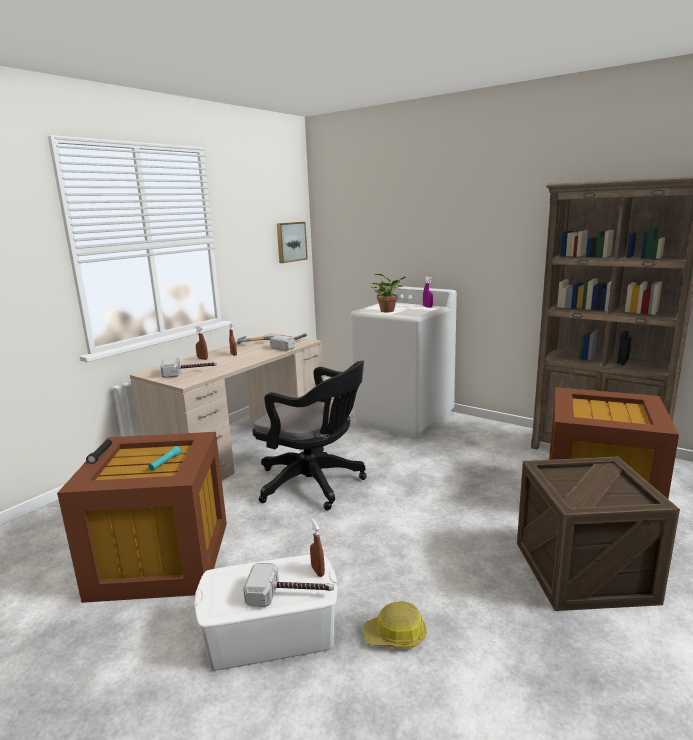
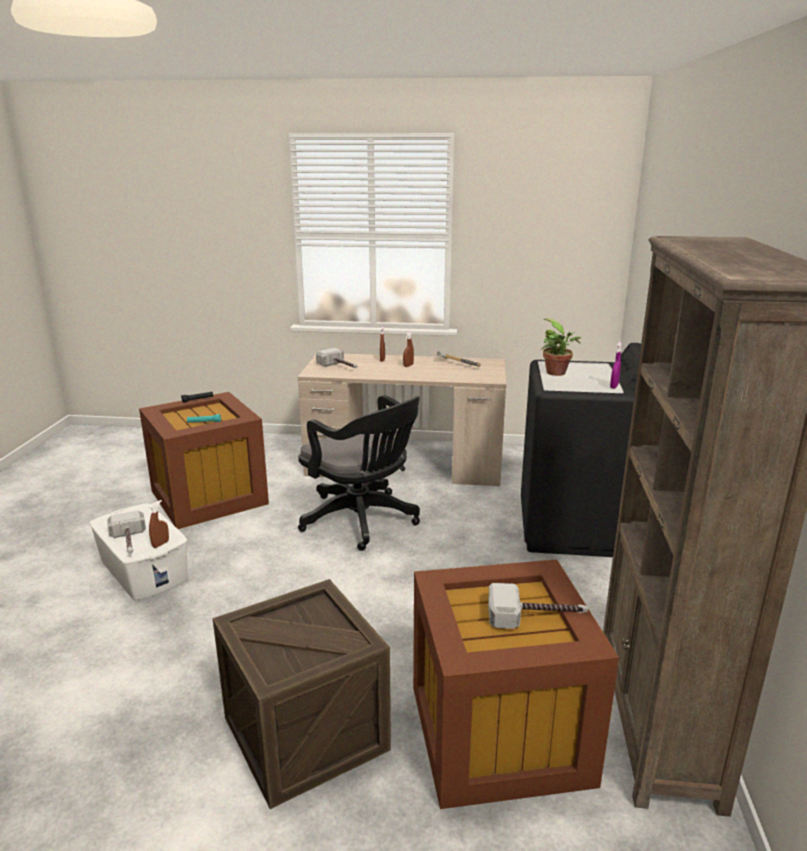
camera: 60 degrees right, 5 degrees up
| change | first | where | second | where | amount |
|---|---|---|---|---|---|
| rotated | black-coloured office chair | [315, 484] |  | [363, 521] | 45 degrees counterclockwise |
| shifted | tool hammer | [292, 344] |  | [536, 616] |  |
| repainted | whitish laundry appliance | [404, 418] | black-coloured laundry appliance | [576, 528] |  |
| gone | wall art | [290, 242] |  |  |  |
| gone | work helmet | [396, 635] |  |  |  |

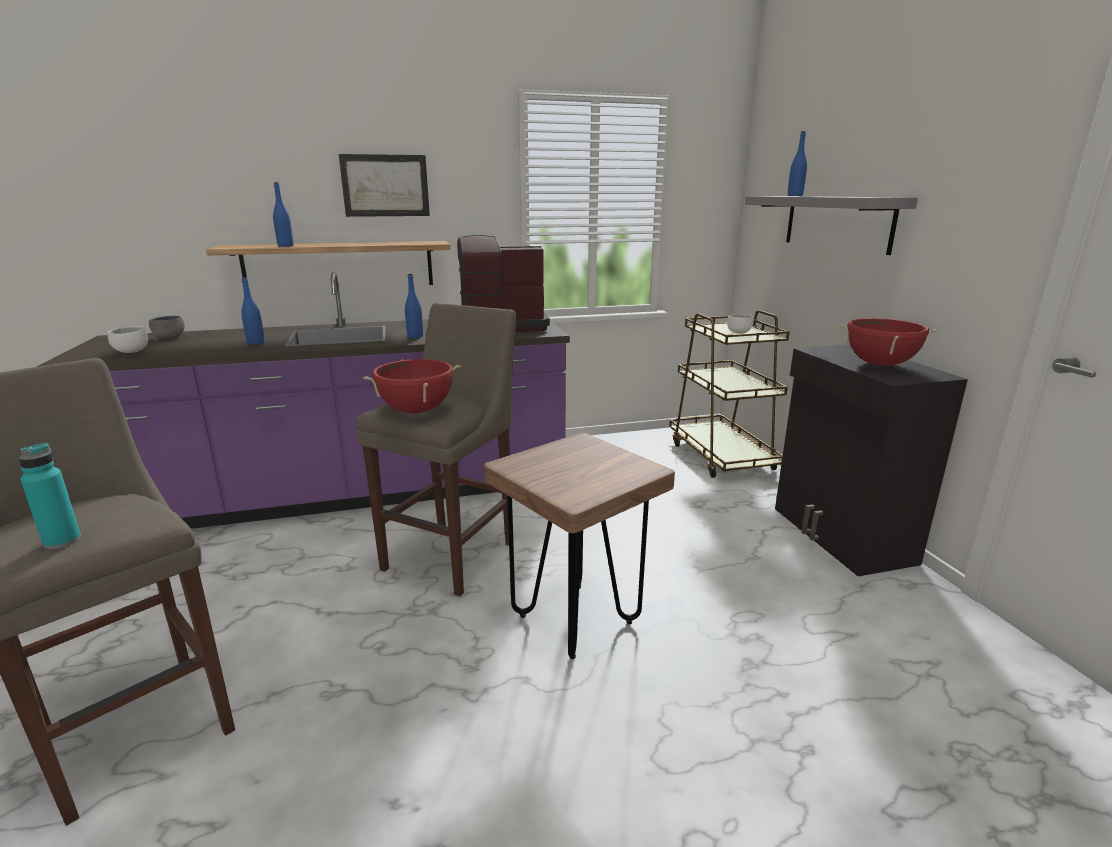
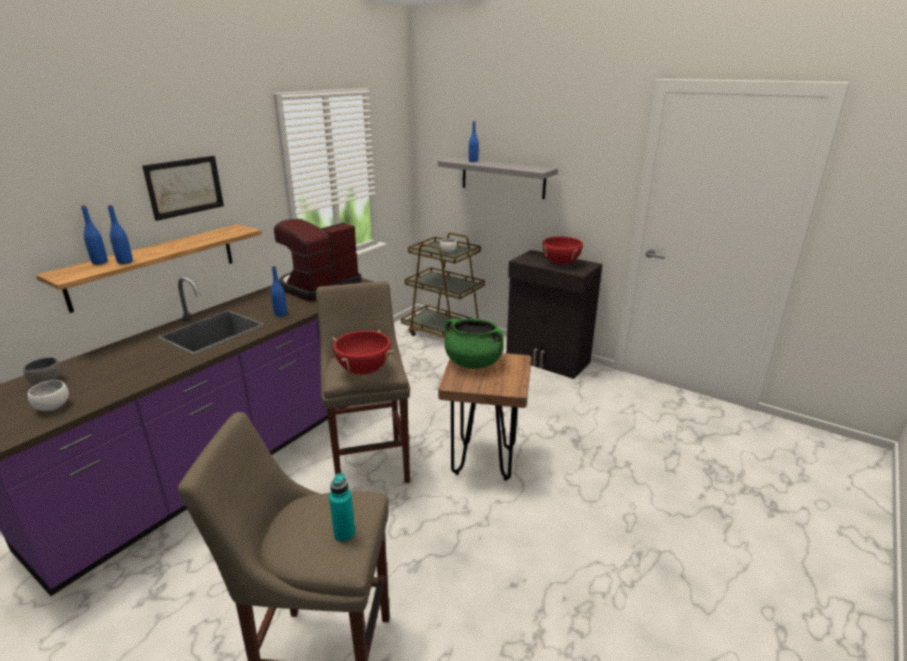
camera: 40 degrees left, 5 degrees up
| change | first | where | second | where | amount |
|---|---|---|---|---|---|
| shifted | blue beverage bottle | [256, 343] |  | [100, 262] |  |
| new |  |  | green-coloured saucepot | [473, 363] |  |

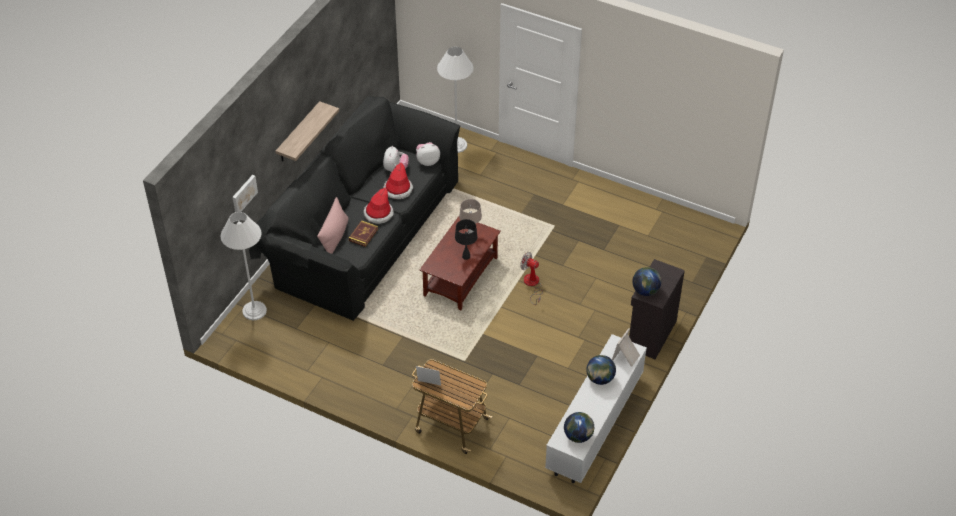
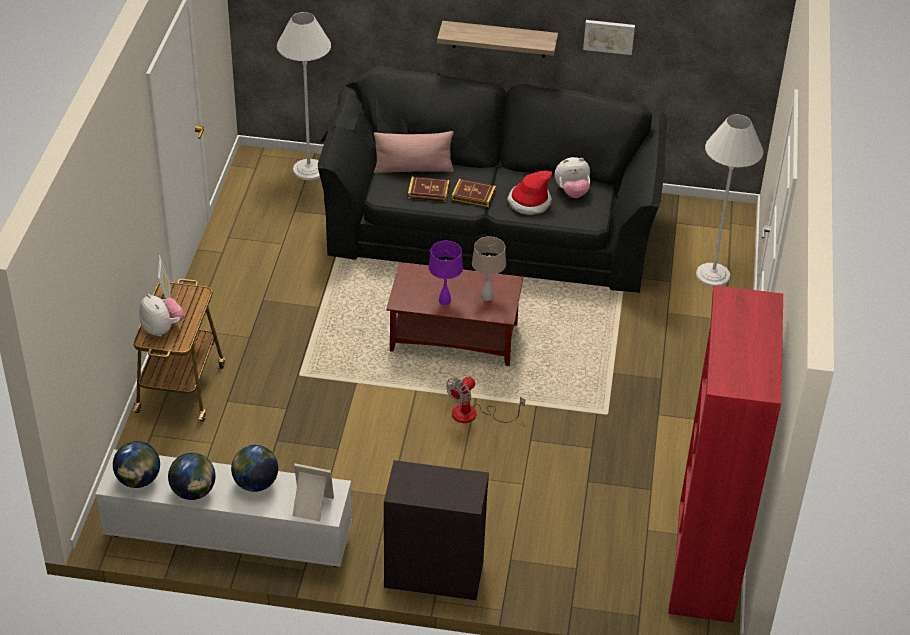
camera: 70 degrees right, 5 degrees down
| change | first | where | second | where | amount |
|---|---|---|---|---|---|
| shifted | soft toy | [427, 161] |  | [162, 329] |  |
| shifted | desk globe | [645, 290] |  | [193, 492] |  |
| repainted | black-coloured table lamp | [466, 256] | purplish table lamp | [444, 301] |  |
| rotated | cooling fan | [532, 285] |  | [474, 414] | 150 degrees counterclockwise |
| swapped | clothing hat | [378, 214] | bound book | [473, 195] |  |
| shifted | wall art | [243, 194] |  | [609, 36] |  |
| new |  |  | red shelving unit | [704, 562] |  |

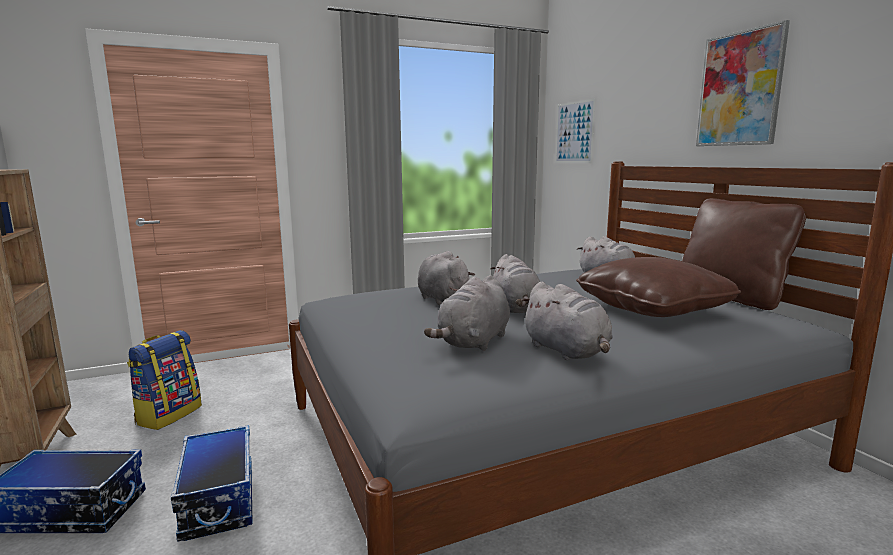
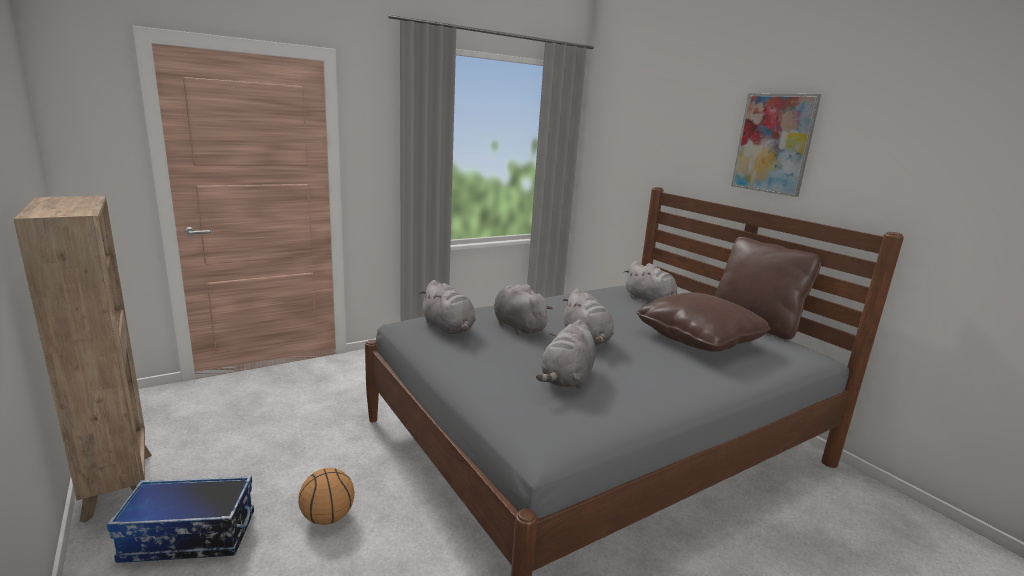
camera: 10 degrees left, 5 degrees up
| change | first | where | second | where | amount |
|---|---|---|---|---|---|
| swapped | storage bin | [217, 500] | ball for basketball | [327, 517] |  |
| shifted | gray soft toy | [567, 351] |  | [449, 328] |  |
| gone | knapsack | [169, 414] |  |  |  |
| gone | wall art | [574, 132] |  |  |  |

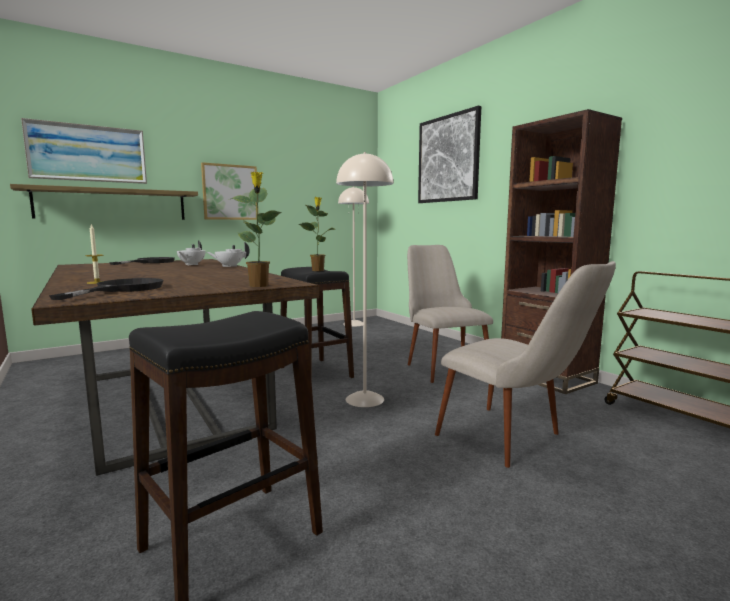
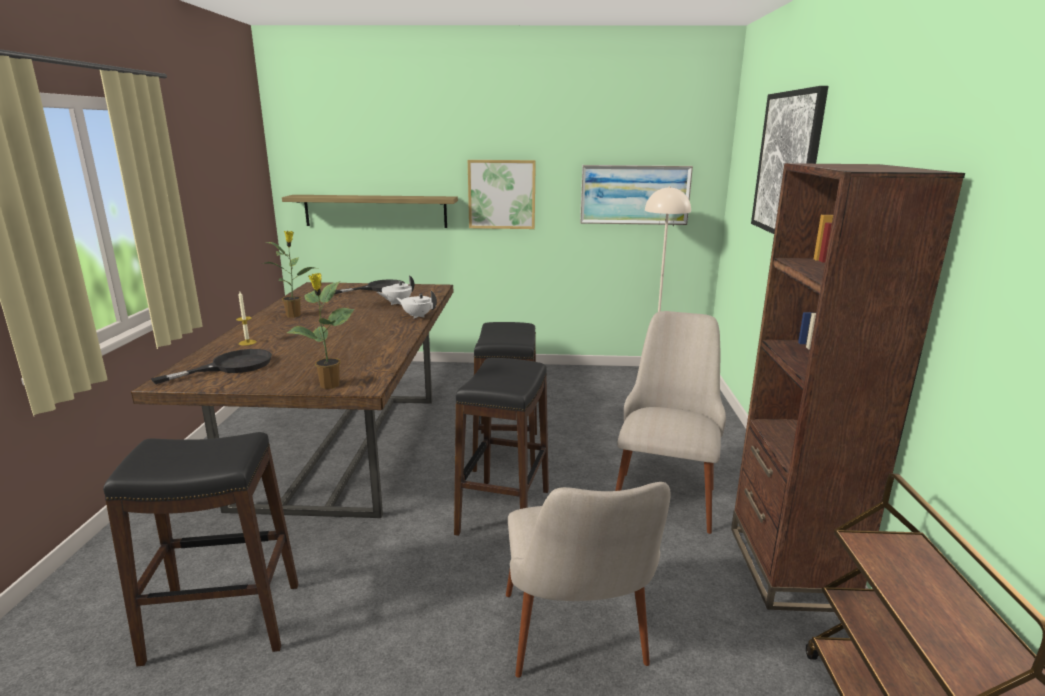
camera: 35 degrees right, 10 degrees up
| change | first | where | second | where | amount |
|---|---|---|---|---|---|
| shifted | plant in a pot | [318, 270] |  | [294, 315] |  |
| swapped | beige floor lamp | [365, 399] | black-coloured stool seat | [504, 512] |  |
| shifted | wall art | [88, 153] |  | [634, 194] |  |

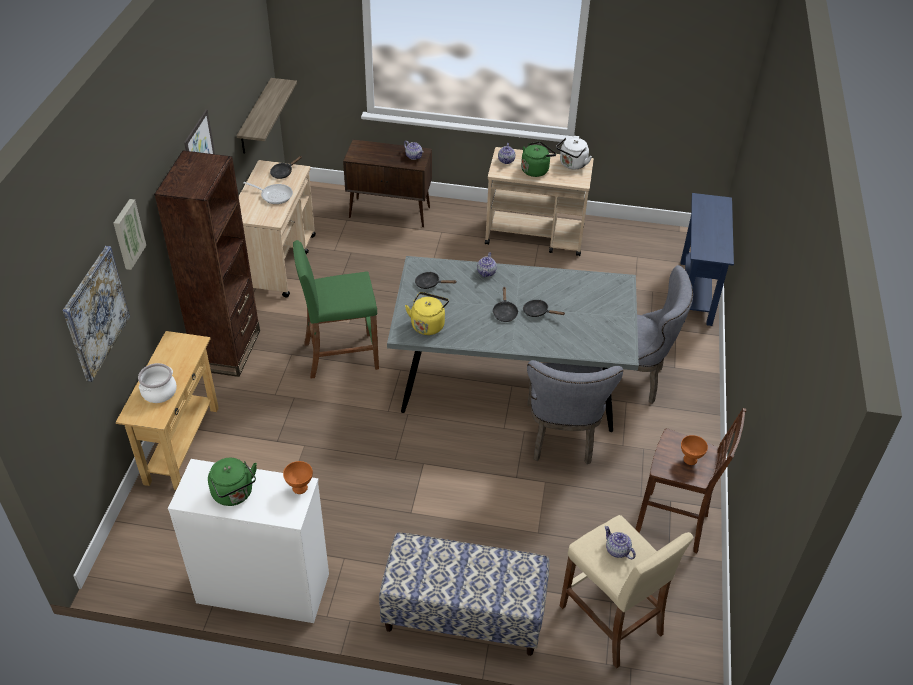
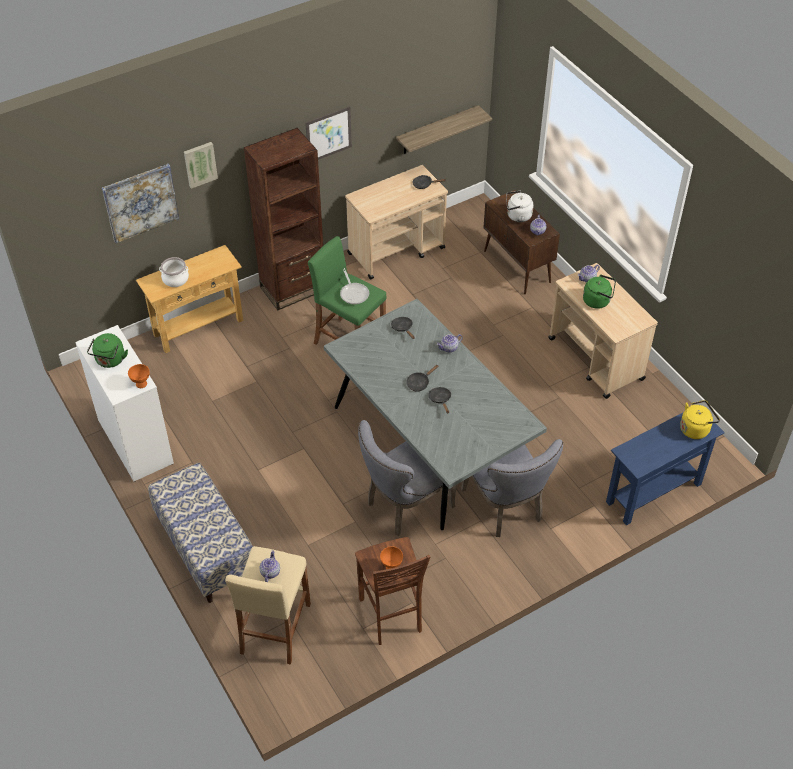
camera: 50 degrees right, 5 degrees up
| change | first | where | second | where | amount |
|---|---|---|---|---|---|
| shifted | pan | [274, 195] |  | [354, 293] |  |
| shifted | whitish water kettle | [572, 165] |  | [517, 216] |  |
| shifted | yellow-coloured water kettle | [428, 324] |  | [696, 429] |  |

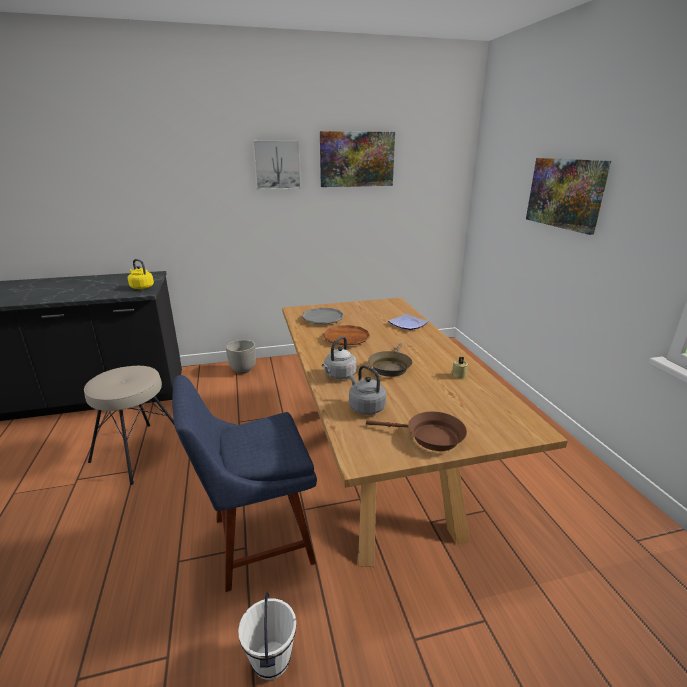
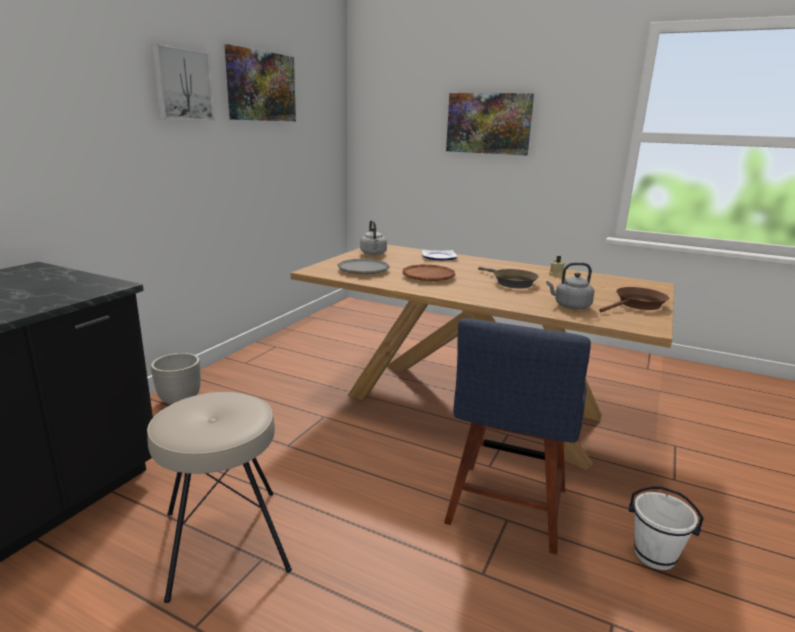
camera: 50 degrees left, 5 degrees down
| change | first | where | second | where | amount |
|---|---|---|---|---|---|
| shifted | gray water kettle | [339, 375] |  | [373, 254] |  |
| gone | yellow-coloured water kettle | [141, 287] |  |  |  |

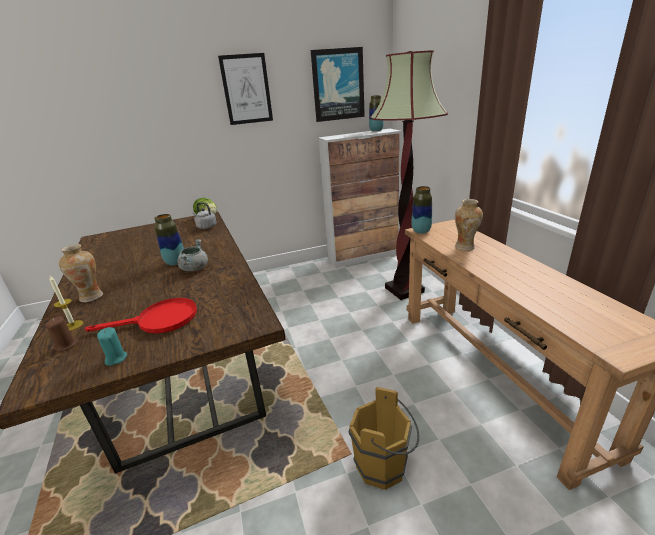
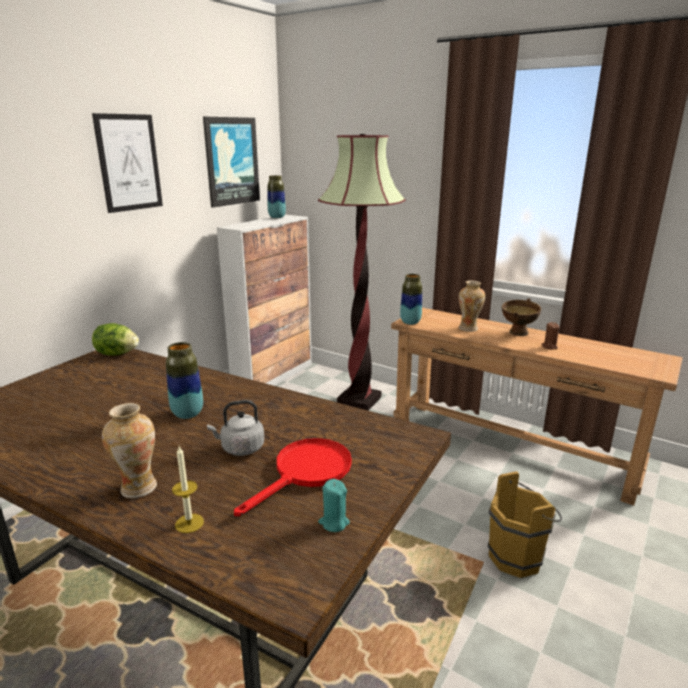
camera: 40 degrees left, 5 degrees down
| change | first | where | second | where | amount |
|---|---|---|---|---|---|
| shifted | gray water kettle | [206, 227] |  | [240, 448] |  |
| new |  |  | brownish serving bowl | [517, 334] |  |
| shifted | brownish wax light | [66, 345] |  | [549, 347] |  |
| gone | gray saucepot | [194, 268] |  |  |  |

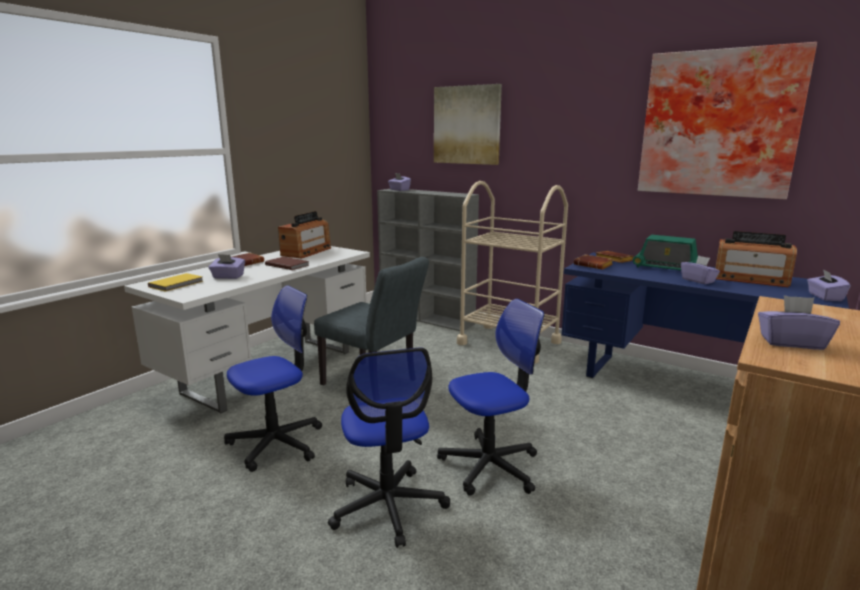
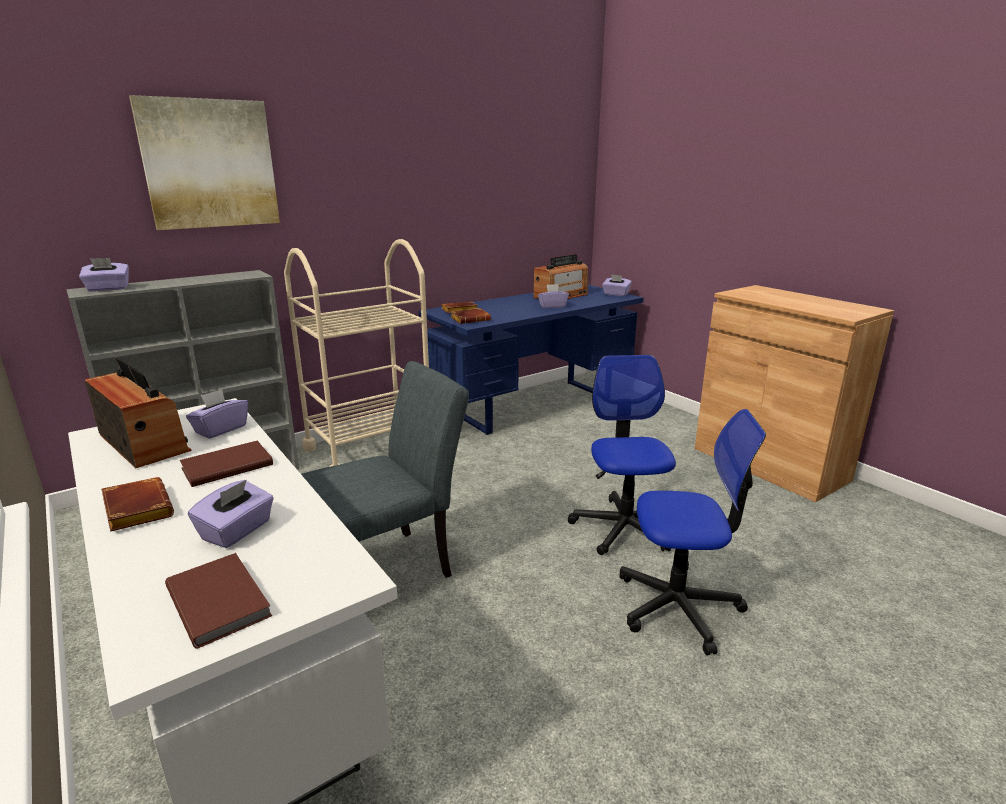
camera: 70 degrees left, 5 degrees up
| change | first | where | second | where | amount |
|---|---|---|---|---|---|
| repainted | yellow-coloured bound book | [177, 284] | brownish bound book | [220, 600] |  |
| shifted | purplish tissue holder | [791, 342] |  | [221, 429] |  |
| gone | office chair | [276, 443] |  |  |  |
| gone | radio | [666, 268] |  |  |  |
| gone | wall art | [719, 124] |  |  |  |

